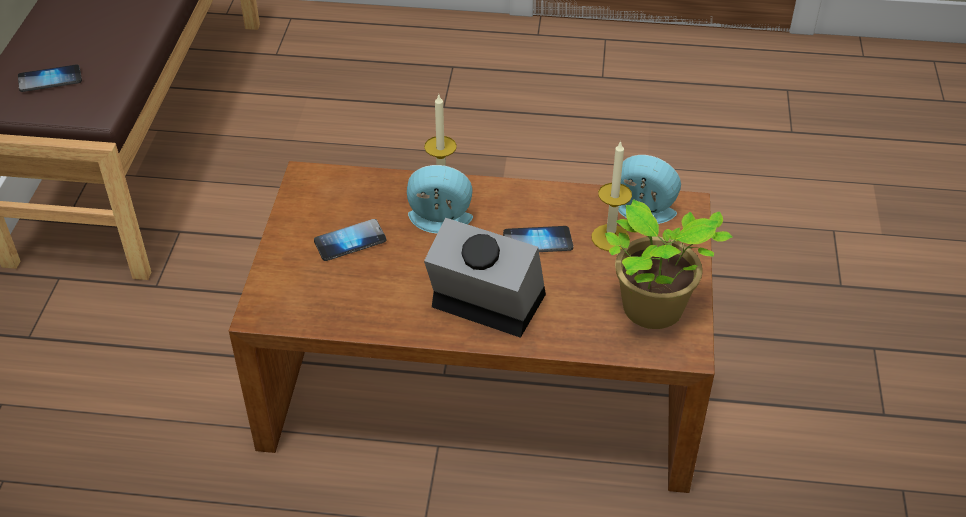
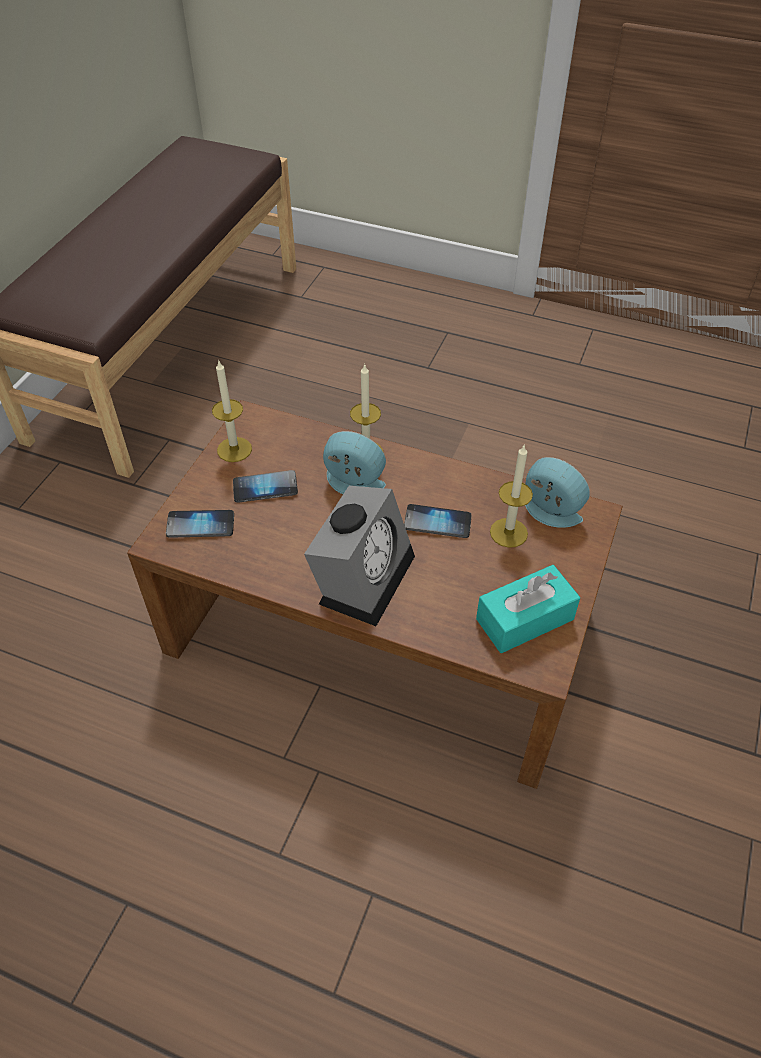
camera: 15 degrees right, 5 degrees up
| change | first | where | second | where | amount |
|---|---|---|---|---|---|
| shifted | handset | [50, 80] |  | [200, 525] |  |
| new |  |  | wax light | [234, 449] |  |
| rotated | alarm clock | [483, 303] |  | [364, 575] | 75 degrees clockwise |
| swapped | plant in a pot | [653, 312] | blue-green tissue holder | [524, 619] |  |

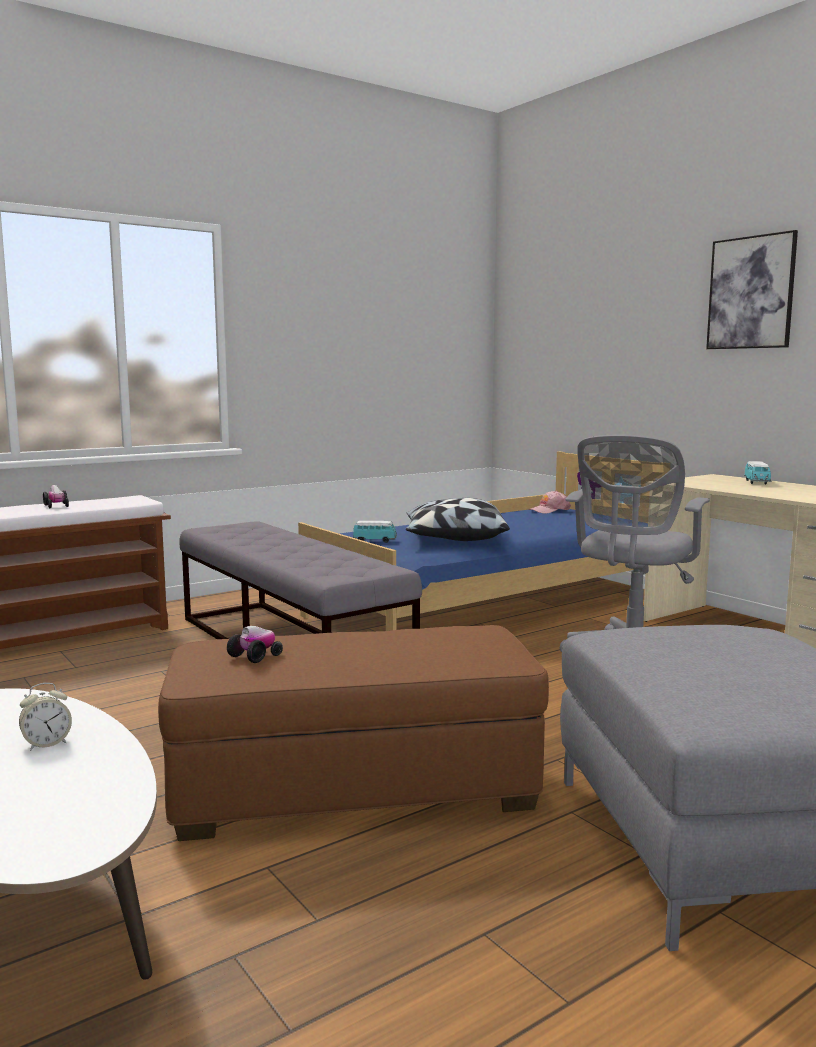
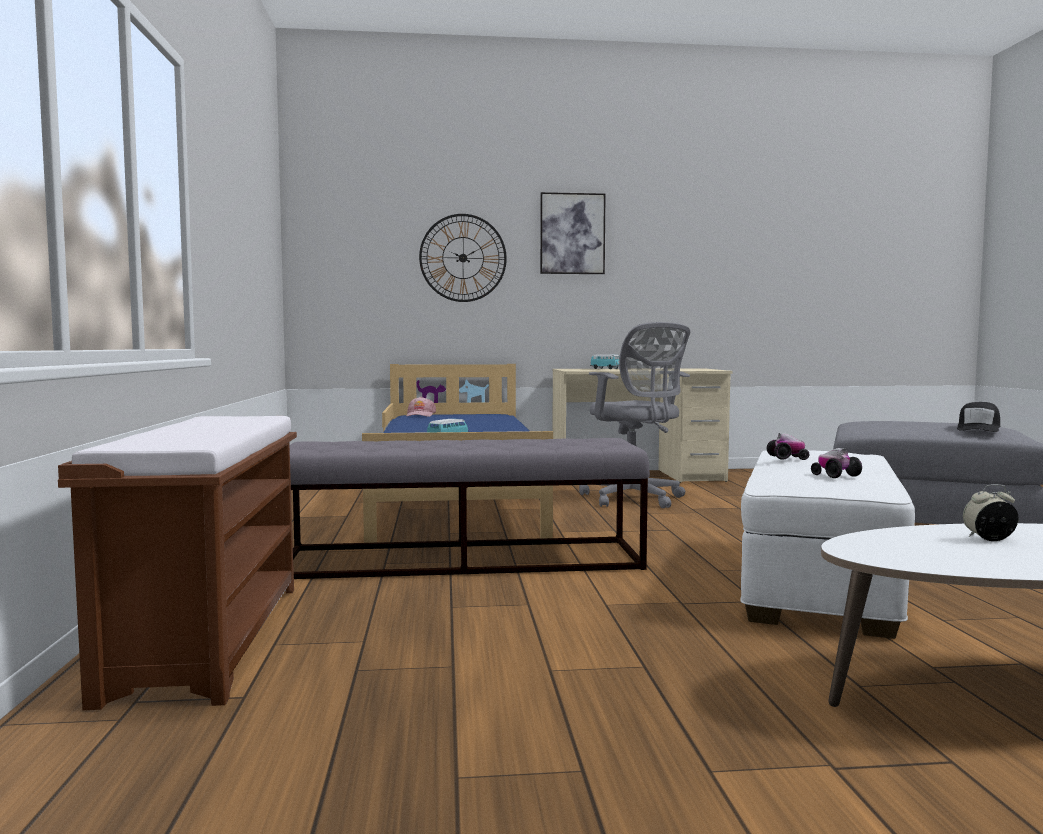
camera: 60 degrees left, 5 degrees down
| change | first | where | second | where | amount |
|---|---|---|---|---|---|
| new |  |  | hanging clock | [463, 258] |  |
| repainted | brownish pouffe | [354, 788] | whitish pouffe | [817, 584] |  |
| shifted | toy car | [56, 506] |  | [787, 458] |  |
| new |  |  | black-coloured baseball cap | [978, 428] |  |
| rotated | alarm clock | [47, 744] |  | [989, 539] | 90 degrees counterclockwise |
| gone | pillow | [454, 539] |  |  |  |

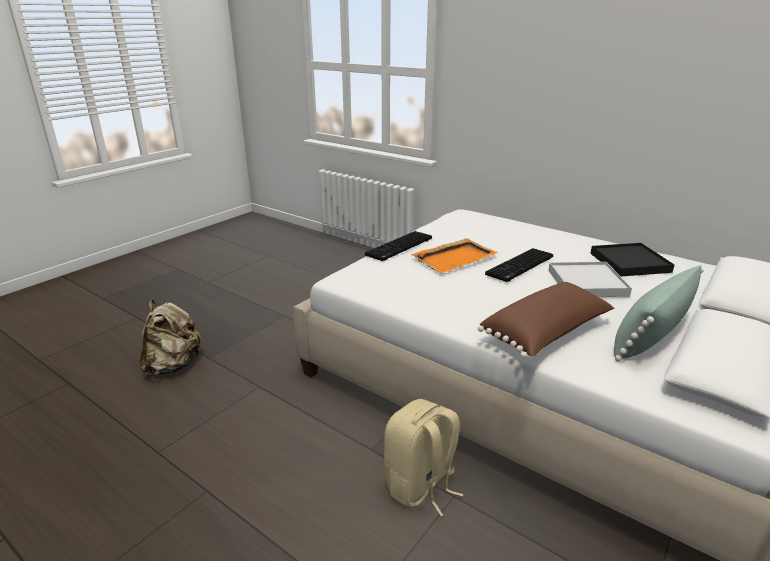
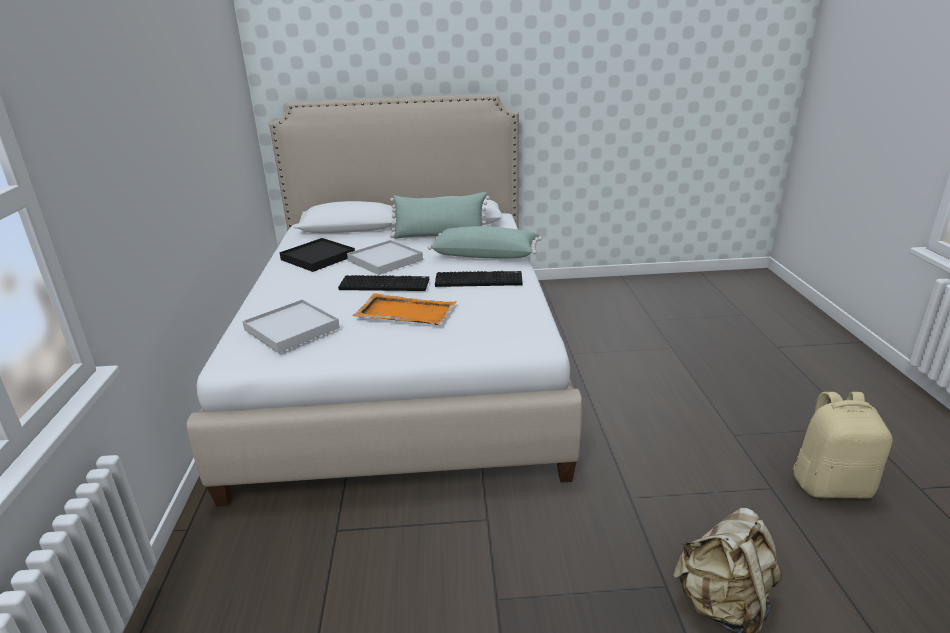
camera: 130 degrees left, 0 degrees up
| change | first | where | second | where | amount |
|---|---|---|---|---|---|
| new |  |  | whitish tray | [291, 329] |  |
| repainted | brownish pillow | [547, 333] | green-coloured pillow | [486, 255] |  |
| shifted | computer keyboard | [400, 247] |  | [479, 280] |  |
| shifted | beige knapsack | [420, 486] |  | [831, 485] |  |

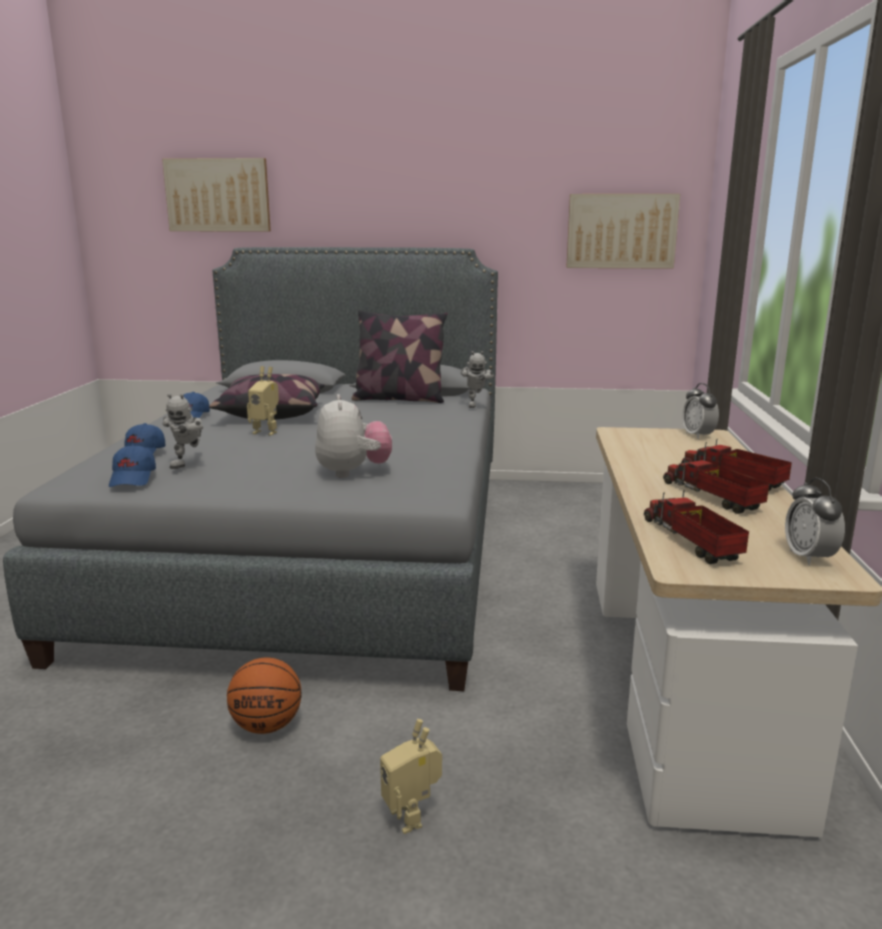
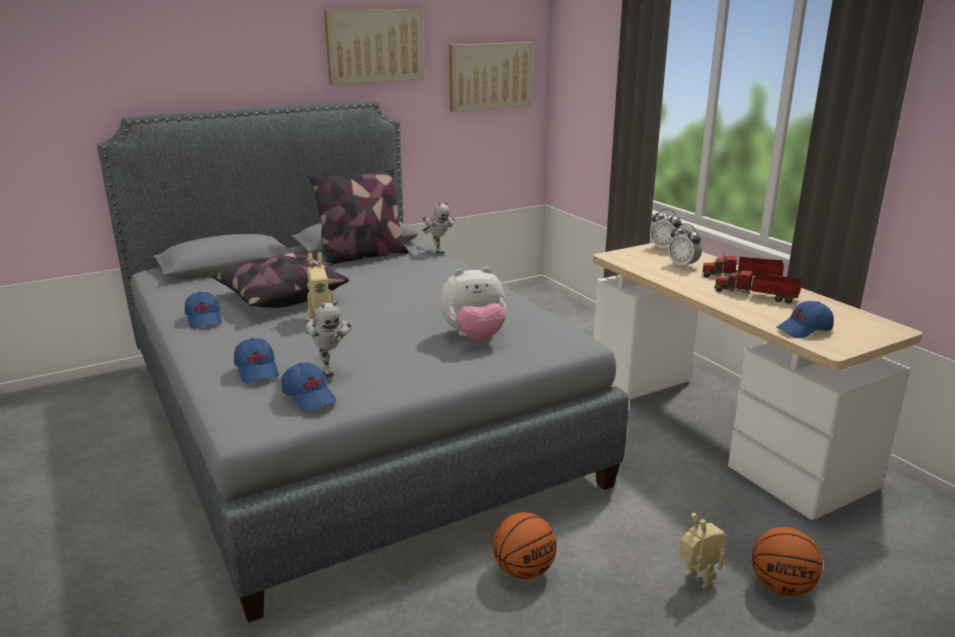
camera: 35 degrees left, 5 degrees up
| change | first | where | second | where | amount |
|---|---|---|---|---|---|
| shifted | wall art | [218, 195] |  | [375, 45] |  |
| rotated | soft toy | [353, 472] |  | [474, 337] | 120 degrees clockwise |
| shifted | alarm clock | [809, 557] |  | [683, 265] |  |
| rotated | model robot | [412, 817] |  | [696, 580] | 150 degrees counterclockwise |
| new |  |  | ball for basketball | [781, 587] |  |
| swapped | toy lorry | [690, 542] | blue baseball cap | [804, 330] |  |

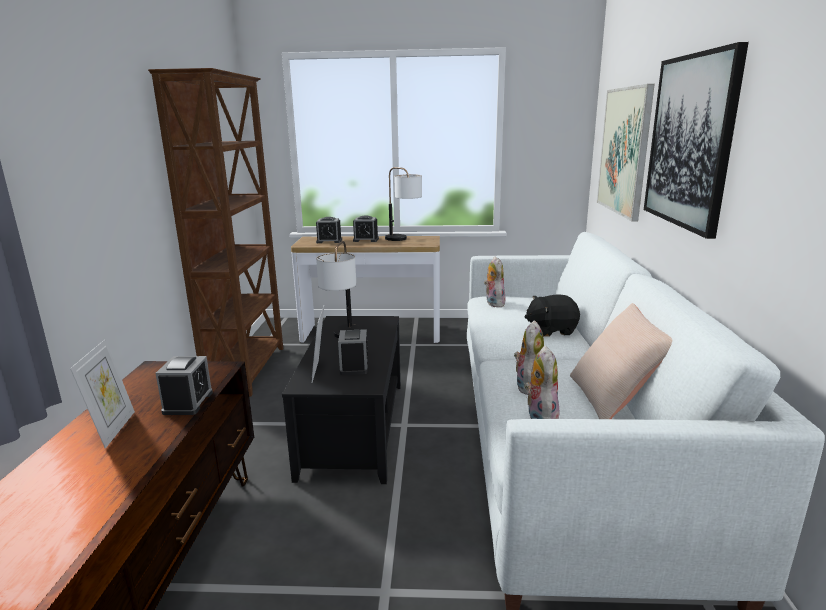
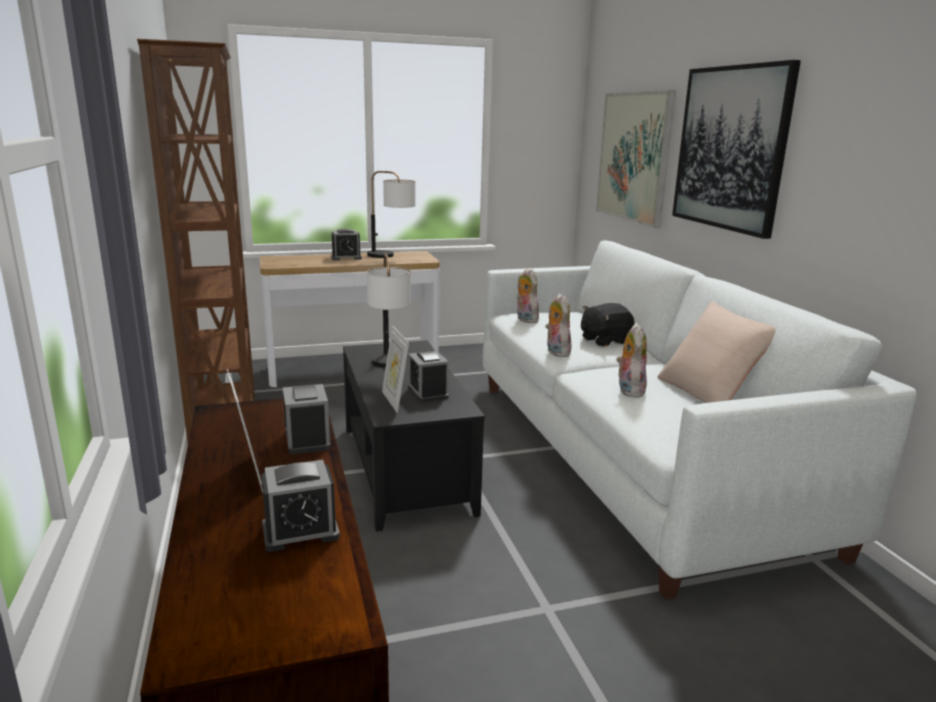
camera: 20 degrees left, 0 degrees up
| change | first | where | second | where | amount |
|---|---|---|---|---|---|
| shifted | alarm clock | [329, 241] |  | [300, 531] |  |
| shifted | soft toy | [539, 418] |  | [555, 352] |  |

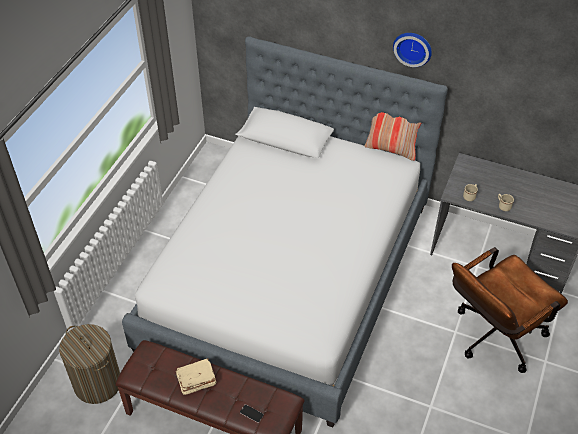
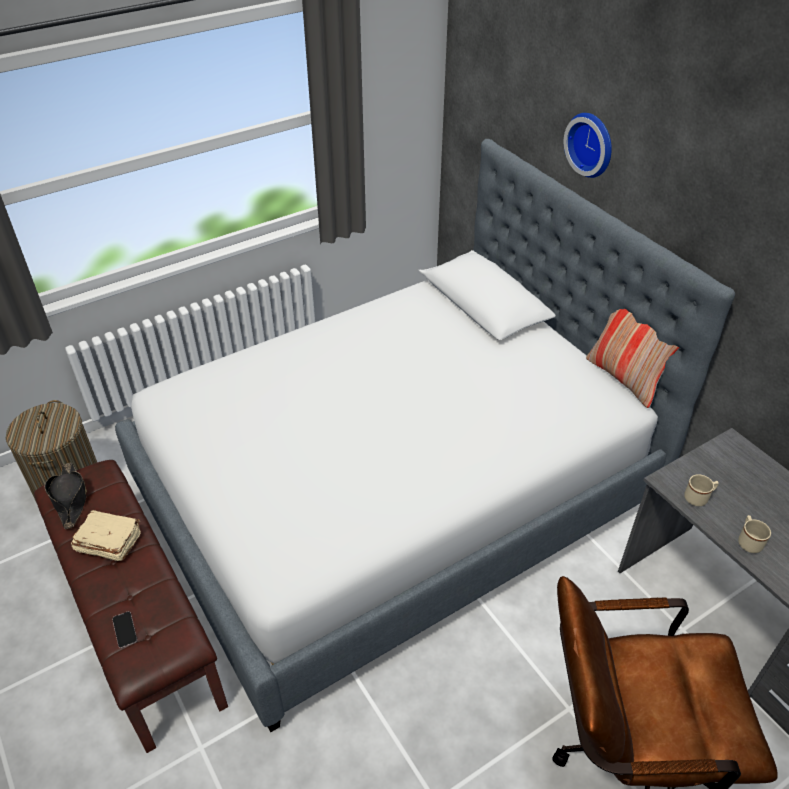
camera: 35 degrees right, 5 degrees down
| change | first | where | second | where | amount |
|---|---|---|---|---|---|
| new |  |  | black-coloured clothing hat | [70, 499] |  |
| shifted | hanging clock | [413, 47] |  | [592, 144] |  |

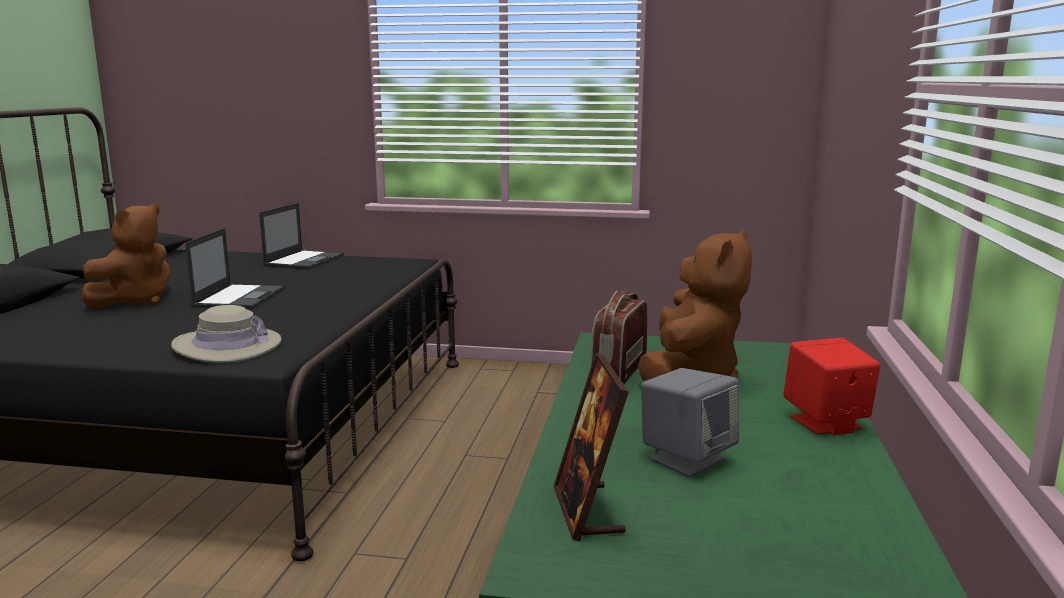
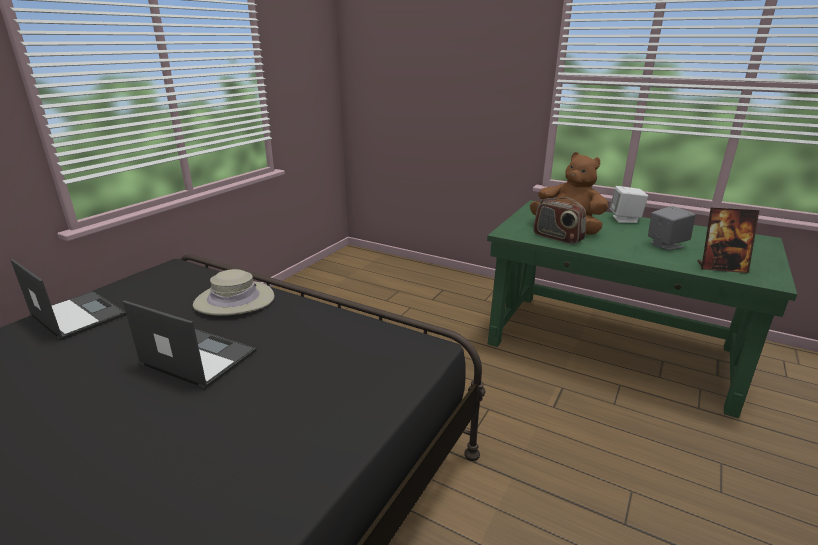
camera: 70 degrees left, 10 degrees up
| change | first | where | second | where | amount |
|---|---|---|---|---|---|
| shifted | beige clothing hat | [227, 346] |  | [234, 300] |  |
| repainted | red loudspeaker | [826, 423] | whitish loudspeaker | [625, 219] |  |
| gone | brownish soft toy | [135, 301] |  |  |  |

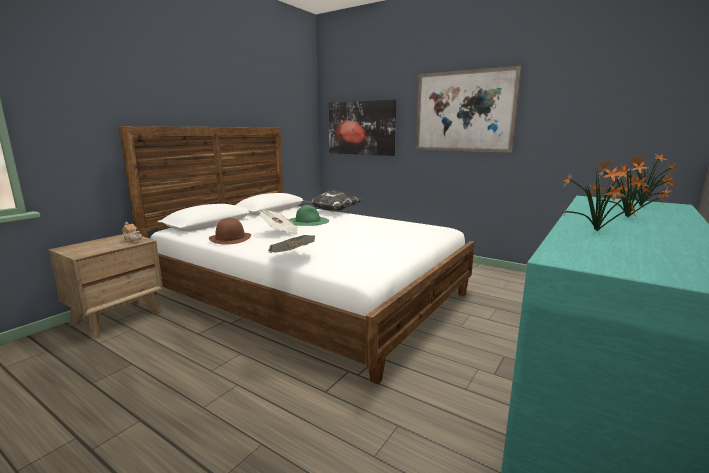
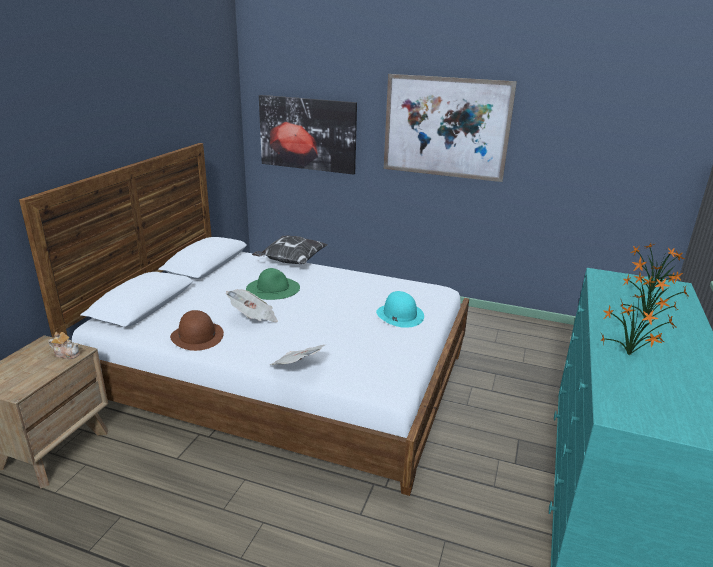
camera: 15 degrees left, 10 degrees up
| change | first | where | second | where | amount |
|---|---|---|---|---|---|
| new |  |  | blue-green clothing hat | [399, 315] |  |

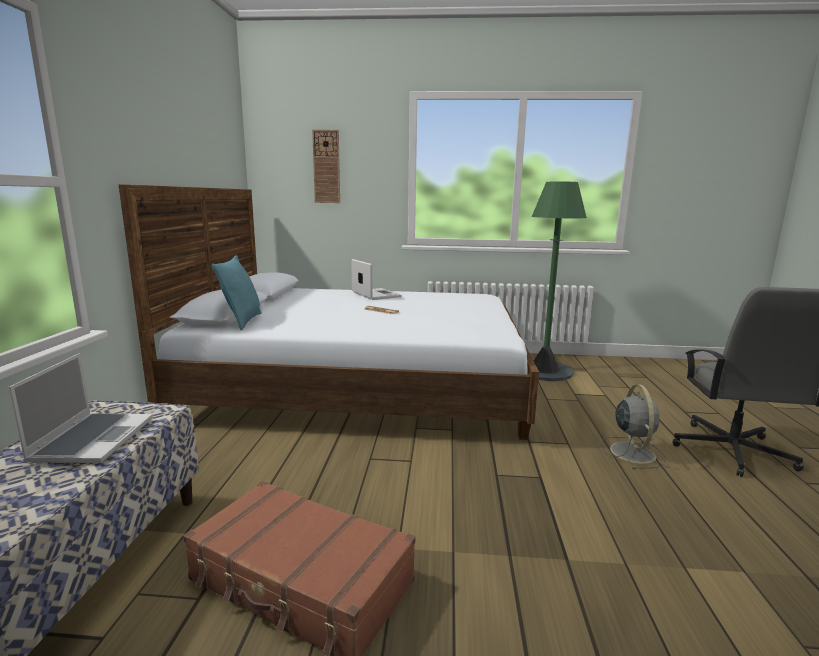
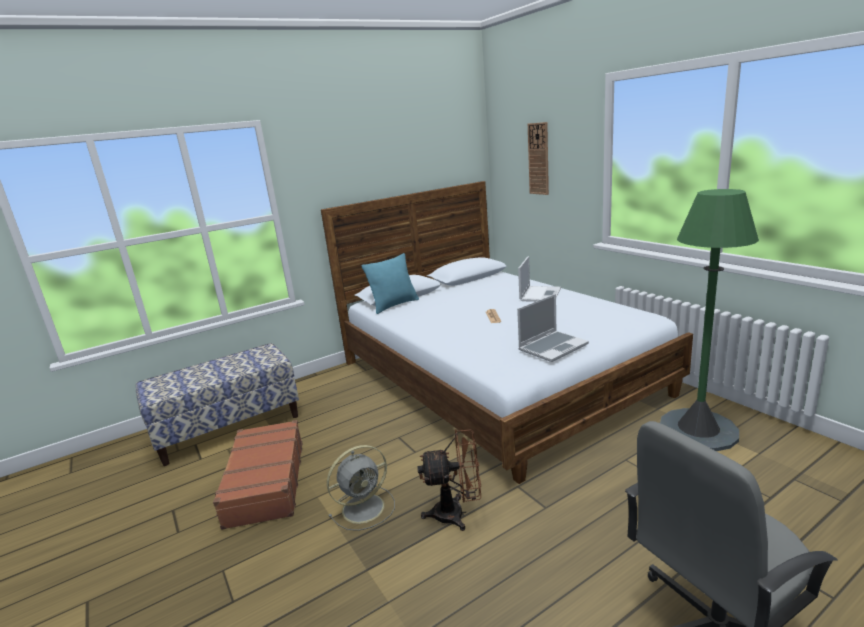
camera: 55 degrees right, 5 degrees up
| change | first | where | second | where | amount |
|---|---|---|---|---|---|
| shifted | gray cooling fan | [631, 451] |  | [365, 507] |  |
| new |  |  | brownish cooling fan | [457, 513] |  |
| shifted | portable computer | [93, 439] |  | [553, 347] |  |

